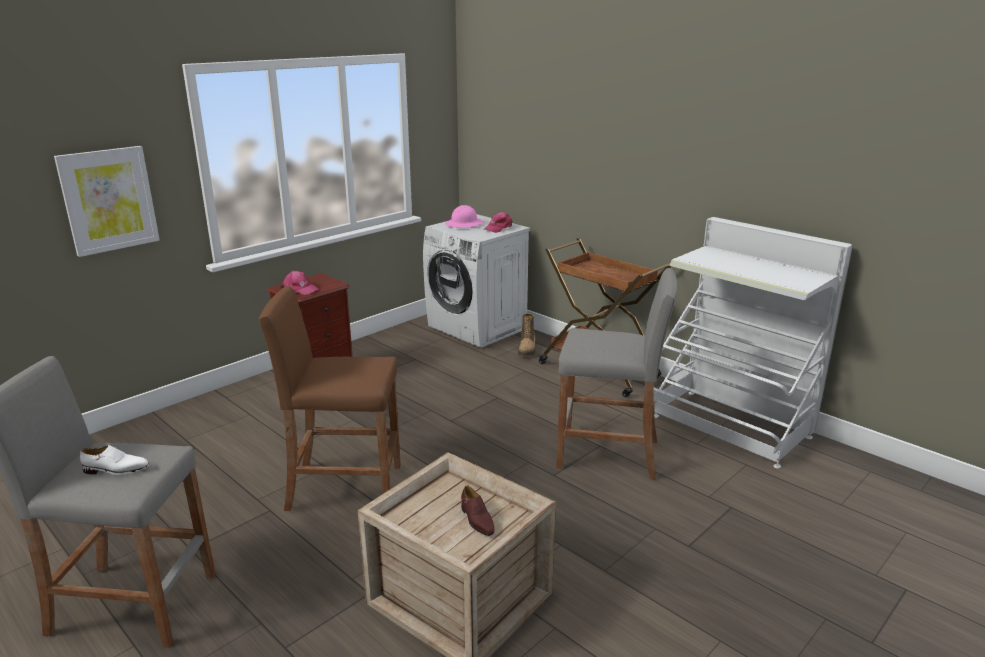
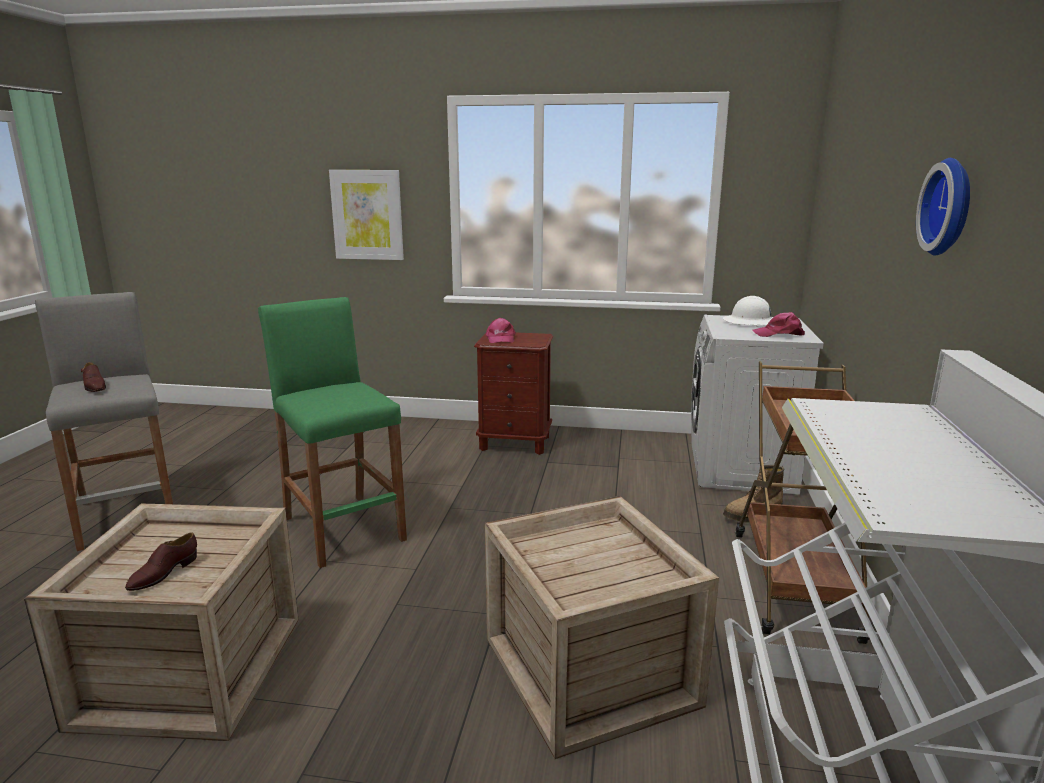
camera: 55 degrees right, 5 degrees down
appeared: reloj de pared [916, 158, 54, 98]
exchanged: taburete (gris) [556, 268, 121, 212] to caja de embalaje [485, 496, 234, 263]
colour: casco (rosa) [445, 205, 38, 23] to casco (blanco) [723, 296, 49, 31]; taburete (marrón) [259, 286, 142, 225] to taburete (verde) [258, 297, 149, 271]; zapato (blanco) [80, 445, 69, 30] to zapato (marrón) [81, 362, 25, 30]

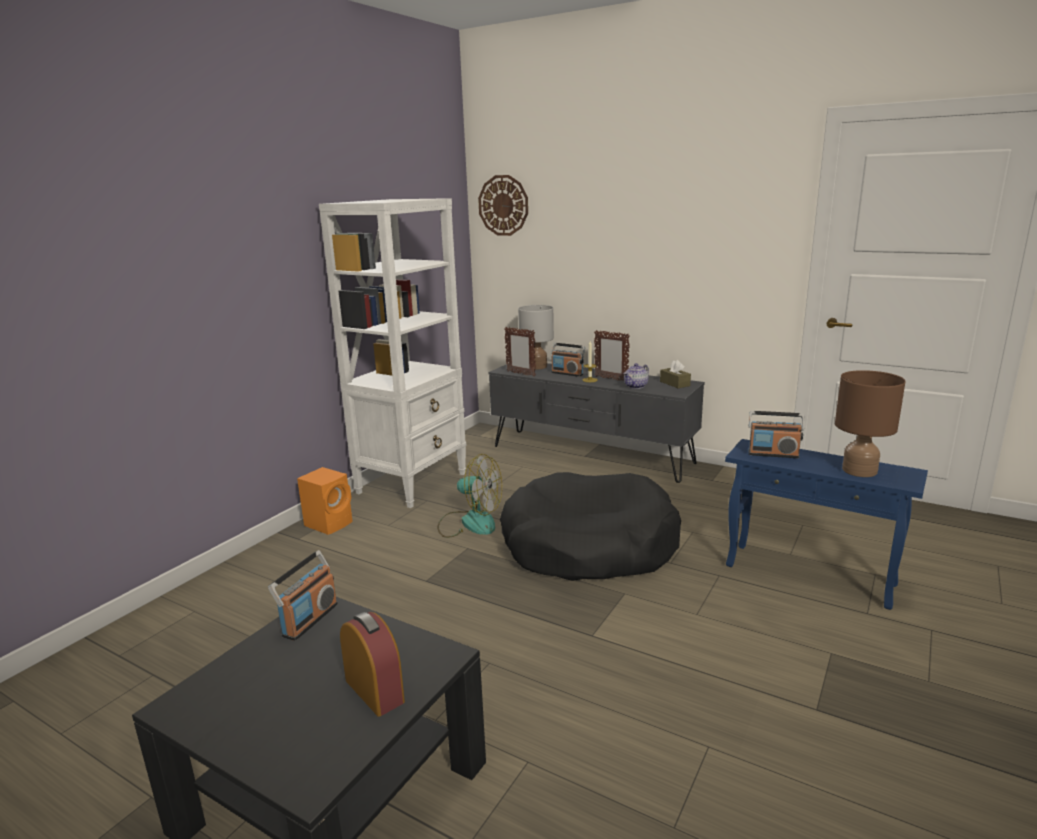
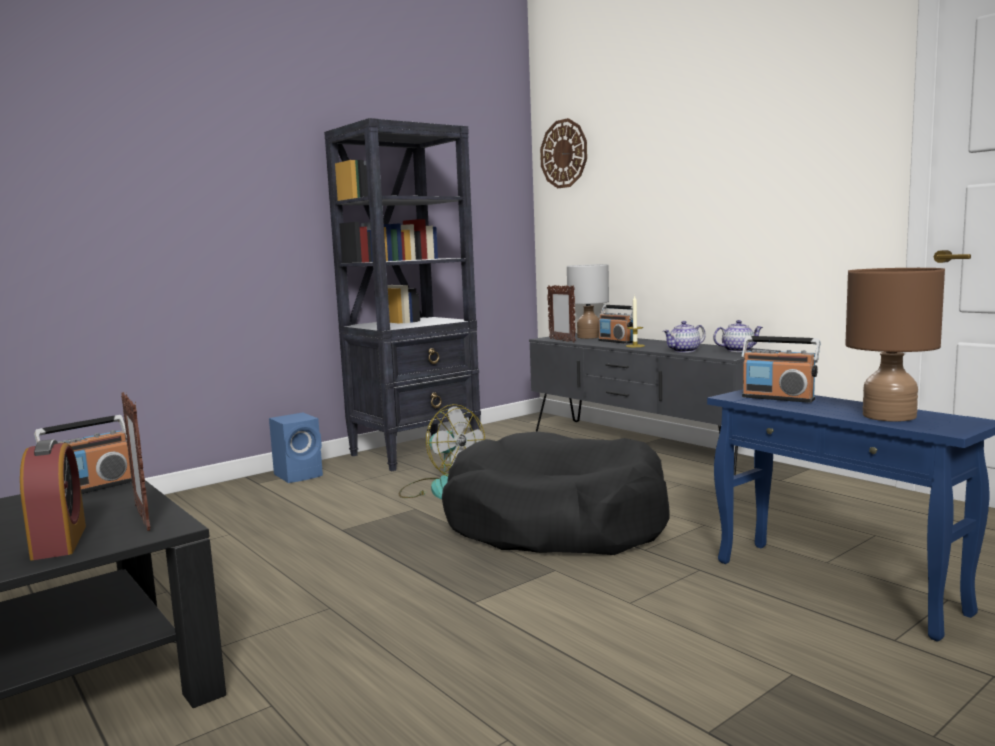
camera: 20 degrees right, 10 degrees down
relocated: portarretratos [594, 330, 36, 51] to [121, 392, 29, 139]
exchanged: caja de pañuelos (marrón) [660, 360, 31, 28] to tetera [713, 320, 50, 32]
colour: estantería (blanco) [319, 198, 147, 310] to estantería (negro) [324, 118, 157, 353]; altavoz (naranja) [297, 467, 56, 68] to altavoz (azul) [269, 413, 54, 70]

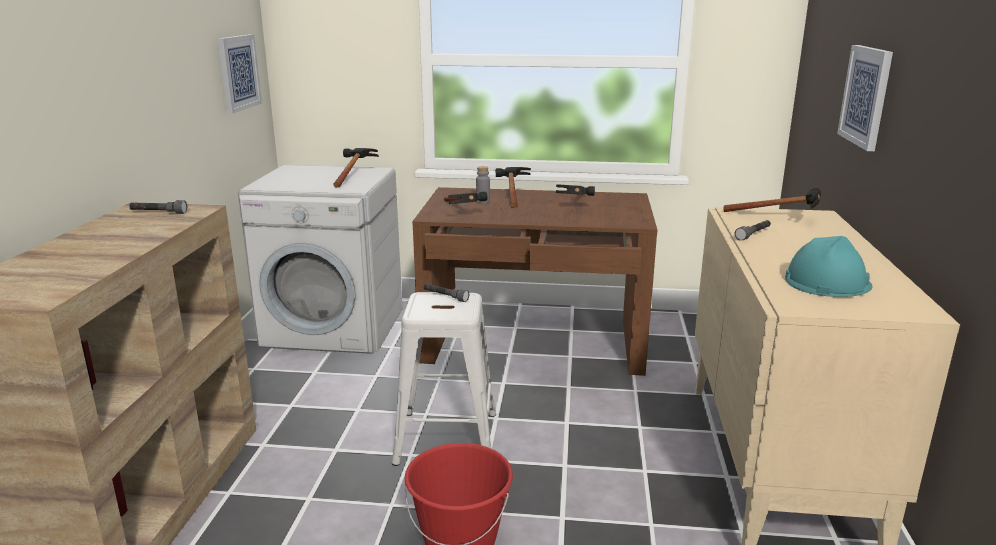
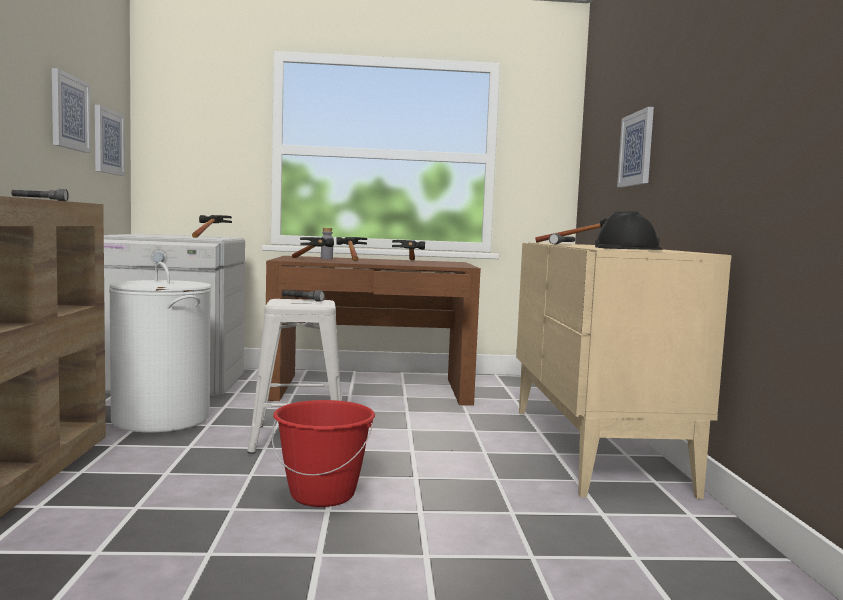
camera: 10 degrees left, 15 degrees down
appeared: cuadro [52, 68, 39, 85]; cesto de la ropa (blanco) [109, 262, 103, 170]
colour: casco (turquesa) [785, 236, 88, 61] to casco (negro) [595, 211, 67, 39]

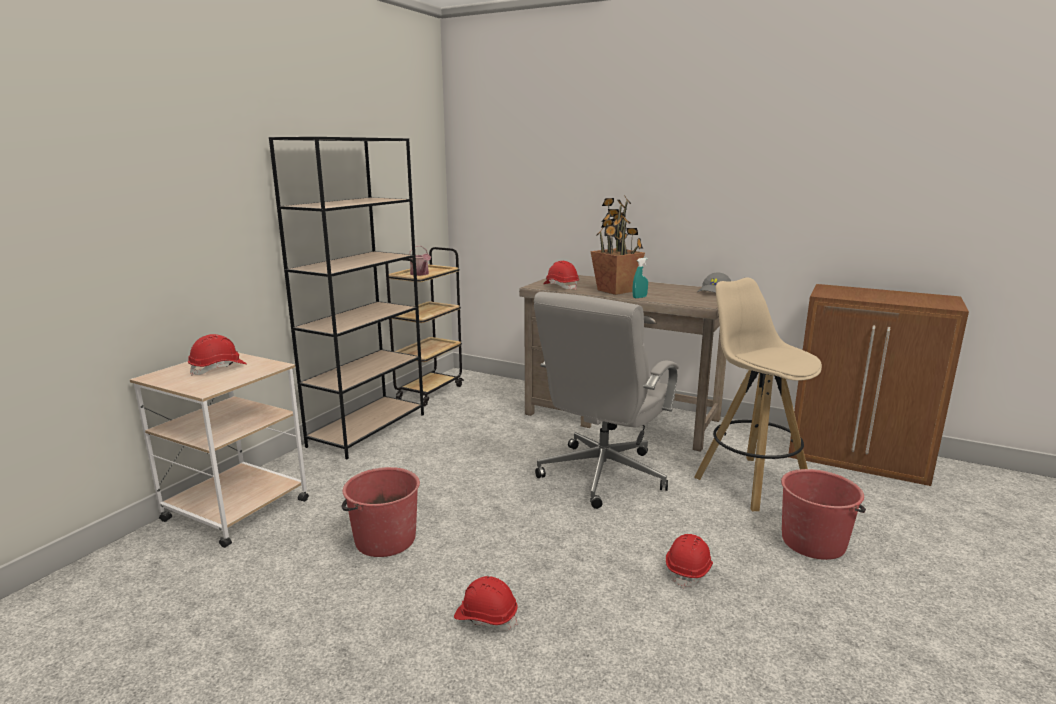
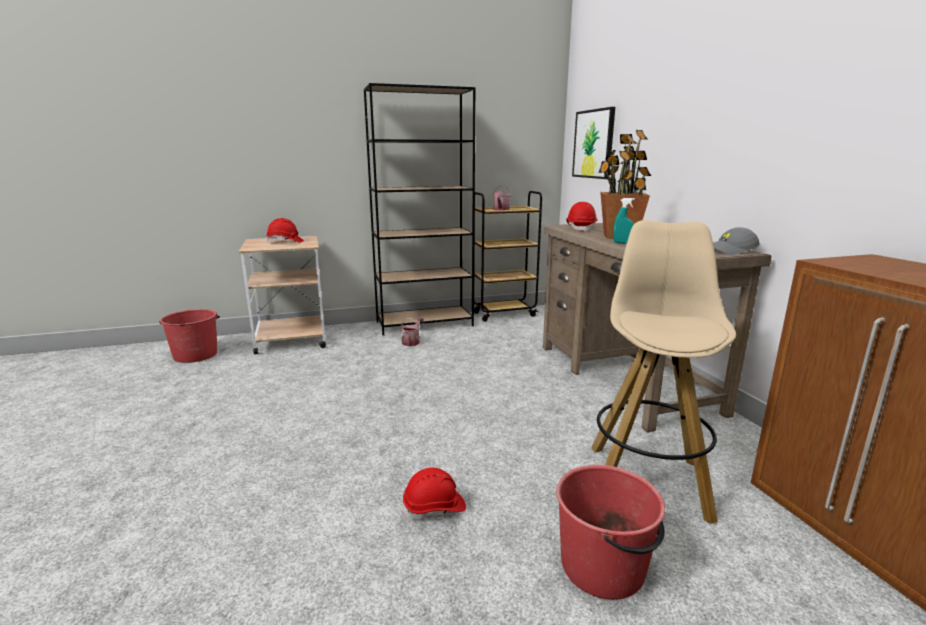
camera: 45 degrees right, 0 degrees up
missing: silla de oficina (gris) [534, 292, 145, 217]; casco (rojo) [454, 576, 64, 55]
appeared: cuadro [572, 107, 43, 72]; regadera [401, 317, 23, 29]
relocated: cubo (rojo) [342, 467, 78, 90] to [159, 309, 61, 54]

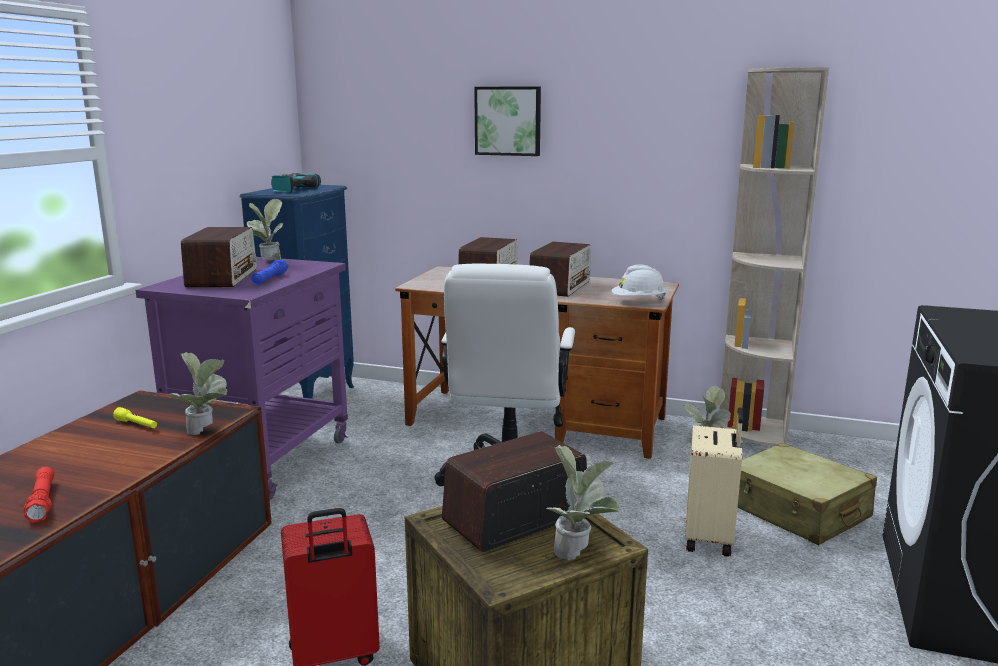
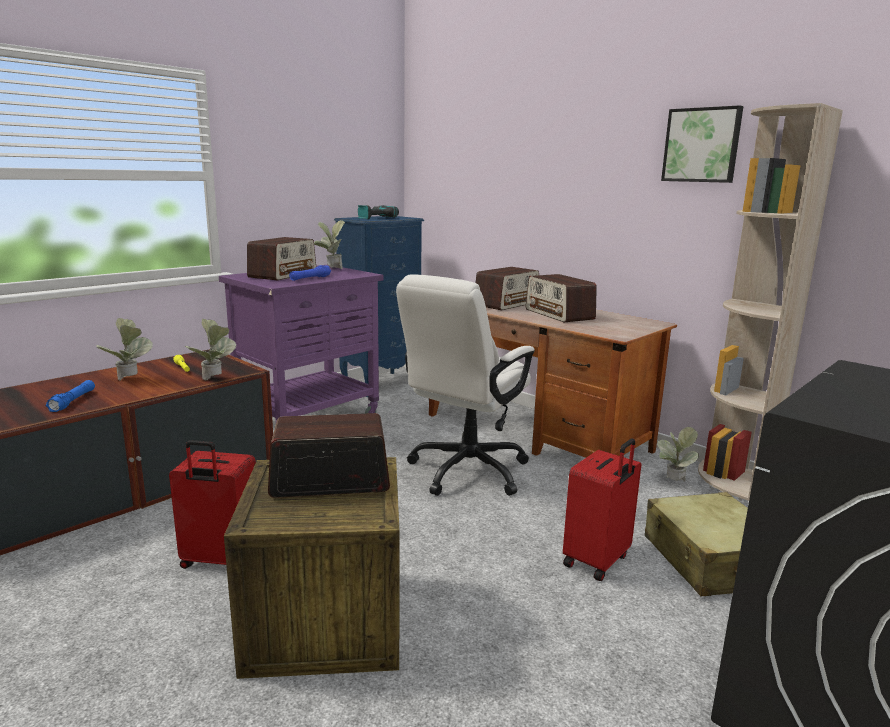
camera: 25 degrees right, 0 degrees up
missing: casco (blanco) [612, 264, 54, 36]
relocated: cuadro [474, 86, 67, 70] to [661, 105, 82, 78]; planta en maceta [546, 445, 74, 115] to [96, 318, 57, 62]
colour: maleta (beis) [685, 407, 58, 150] to maleta (rojo) [563, 438, 78, 143]; linterna (rojo) [23, 467, 31, 56] to linterna (azul) [46, 380, 49, 32]
spun: radio [529, 242, 62, 55] = [525, 274, 72, 48] 105 degrees clockwise

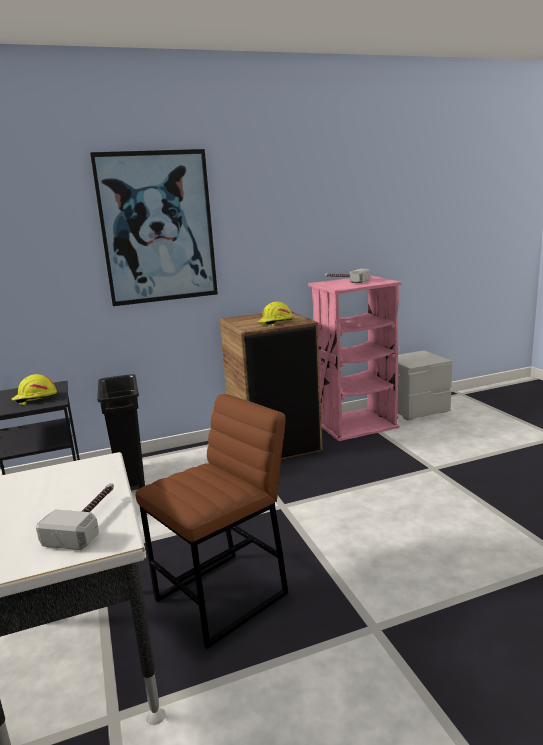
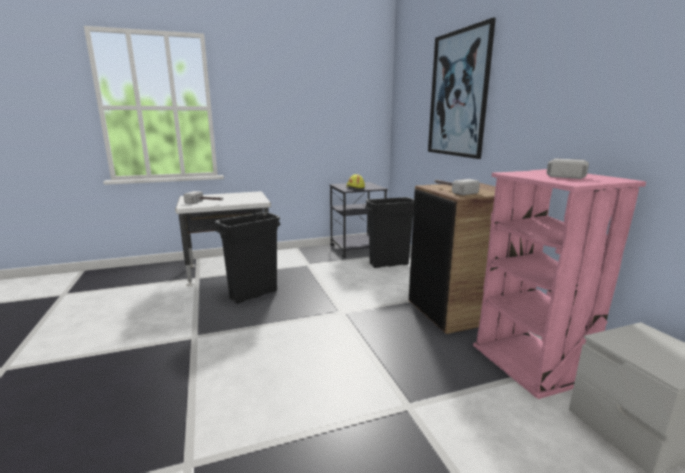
camera: 90 degrees right, 0 degrees up
exchanged: casco (amarillo) [257, 301, 36, 25] to martillo [434, 179, 46, 16]; silla (marrón) [136, 394, 152, 255] to papelera (negro) [215, 212, 65, 92]

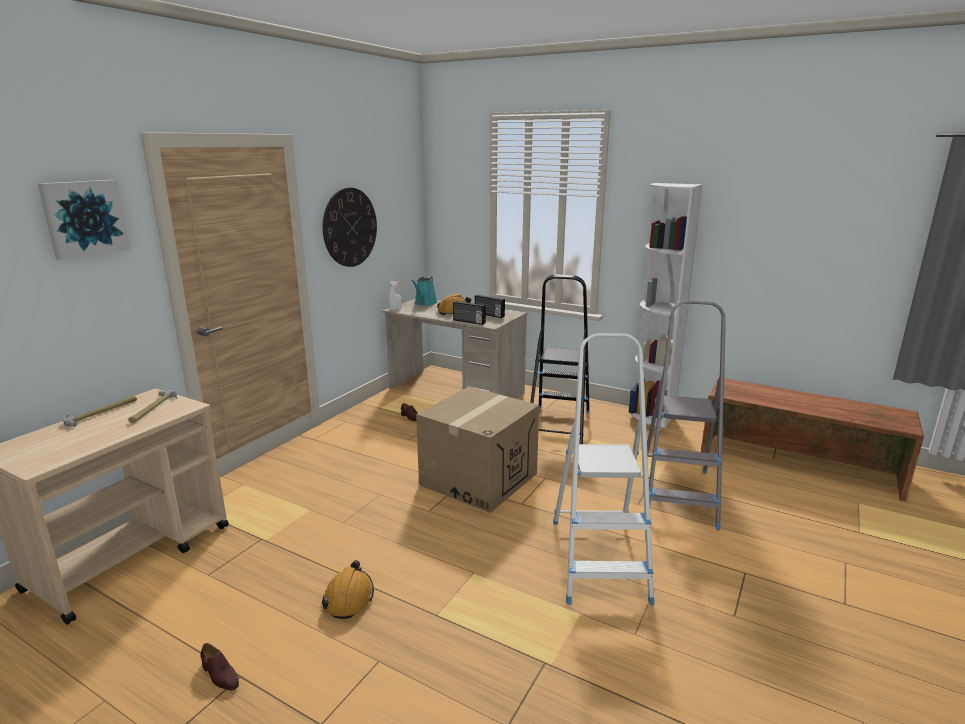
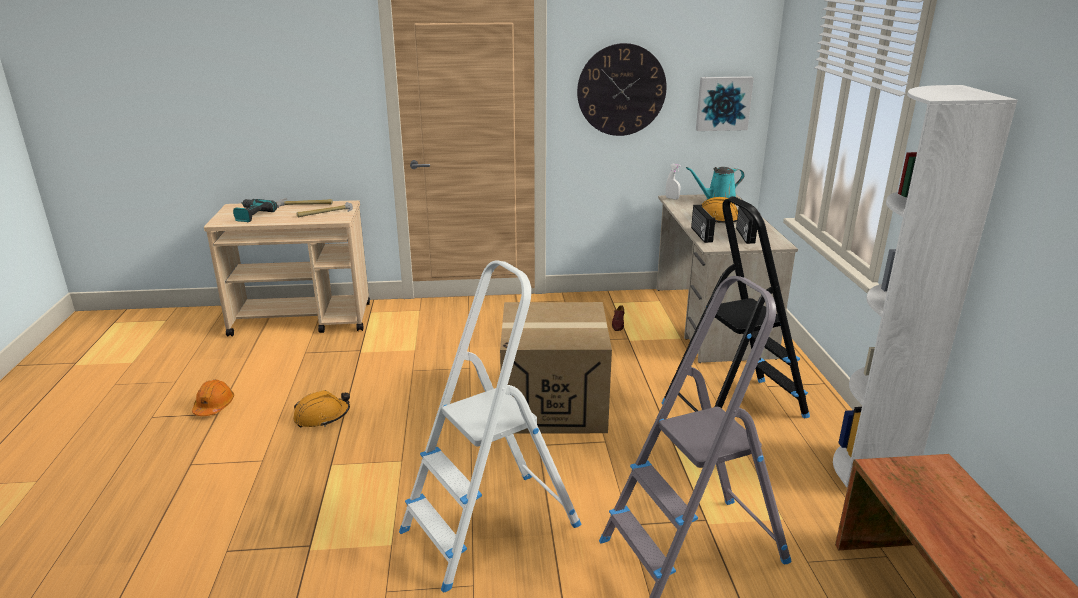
camera: 55 degrees right, 5 degrees up
appeared: taladro [233, 199, 44, 24]
relocated: cuadro [38, 180, 93, 80] to [696, 76, 58, 55]
exchanged: zapato (marrón) [200, 643, 39, 47] to casco (naranja) [192, 380, 42, 36]

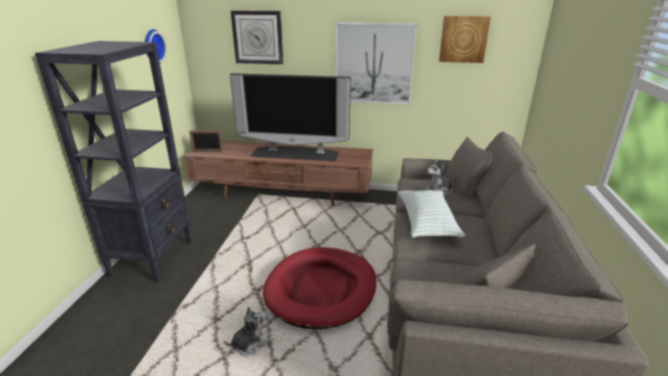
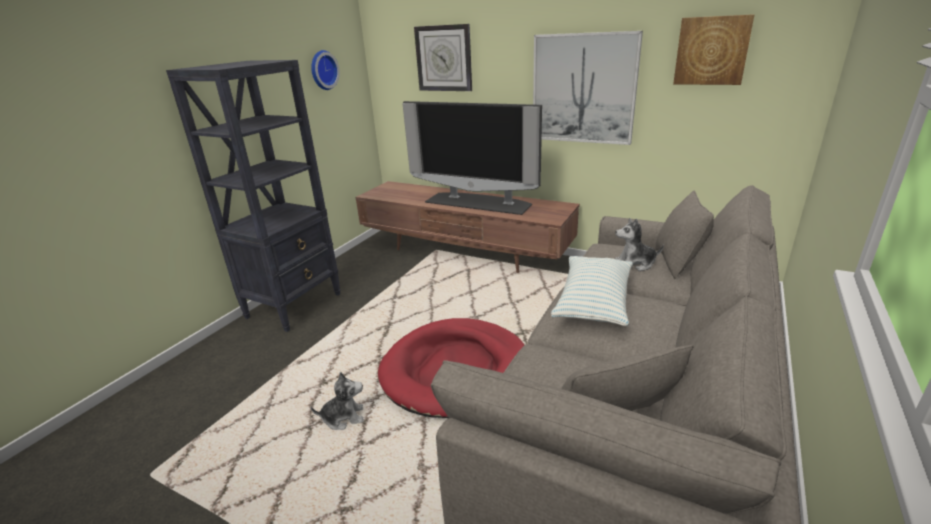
camera: 20 degrees right, 0 degrees up
missing: portarretratos [189, 131, 34, 21]

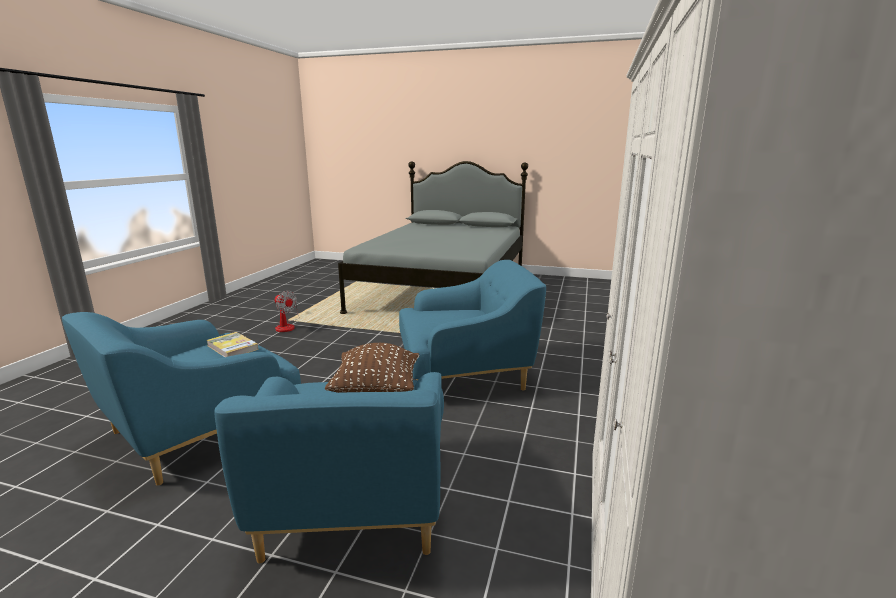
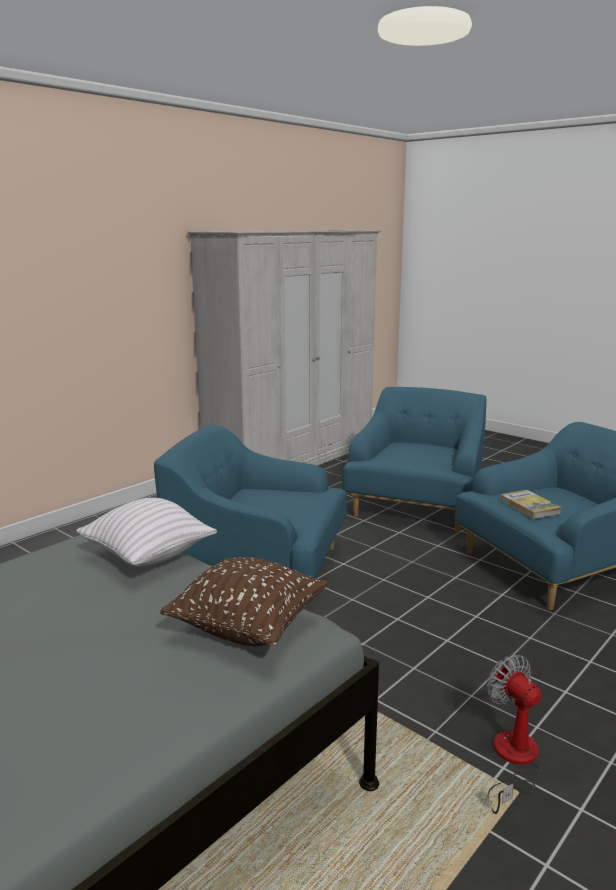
camera: 155 degrees left, 0 degrees up
appeared: cojín (blanco) [76, 498, 141, 68]
relocated: cojín (marrón) [325, 343, 95, 50] to [160, 557, 168, 89]

